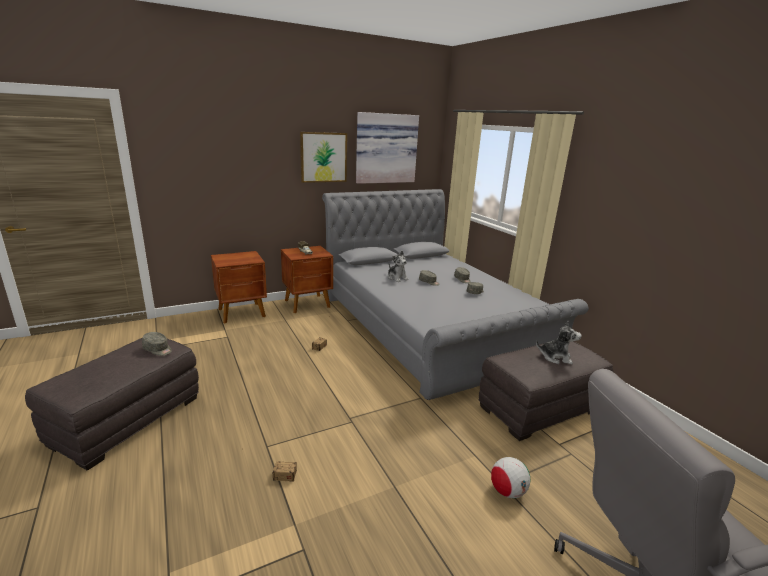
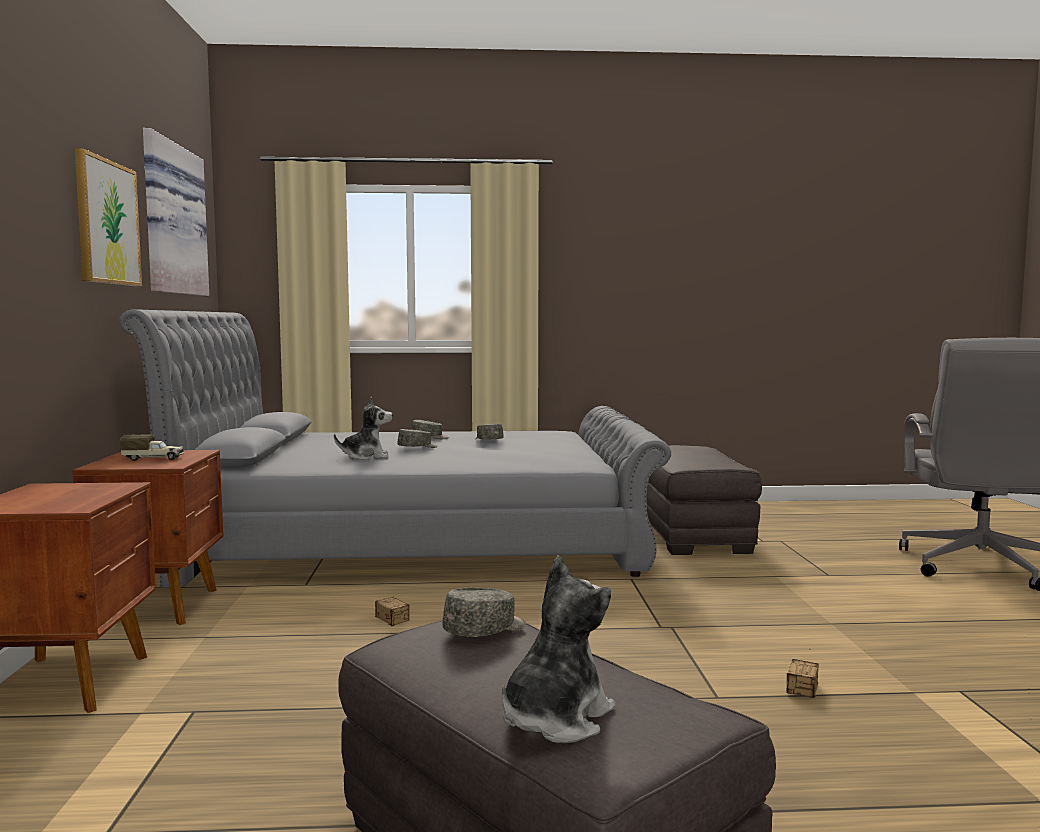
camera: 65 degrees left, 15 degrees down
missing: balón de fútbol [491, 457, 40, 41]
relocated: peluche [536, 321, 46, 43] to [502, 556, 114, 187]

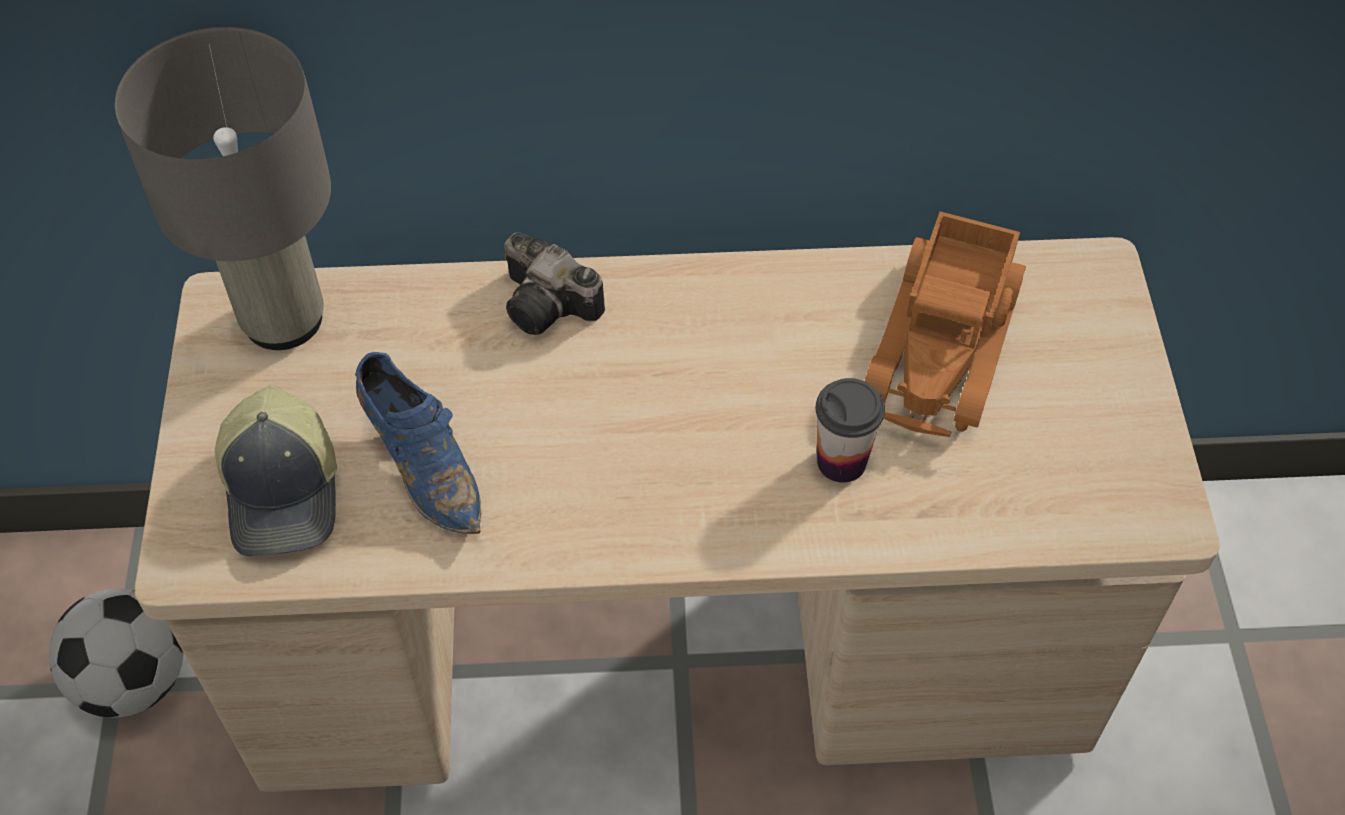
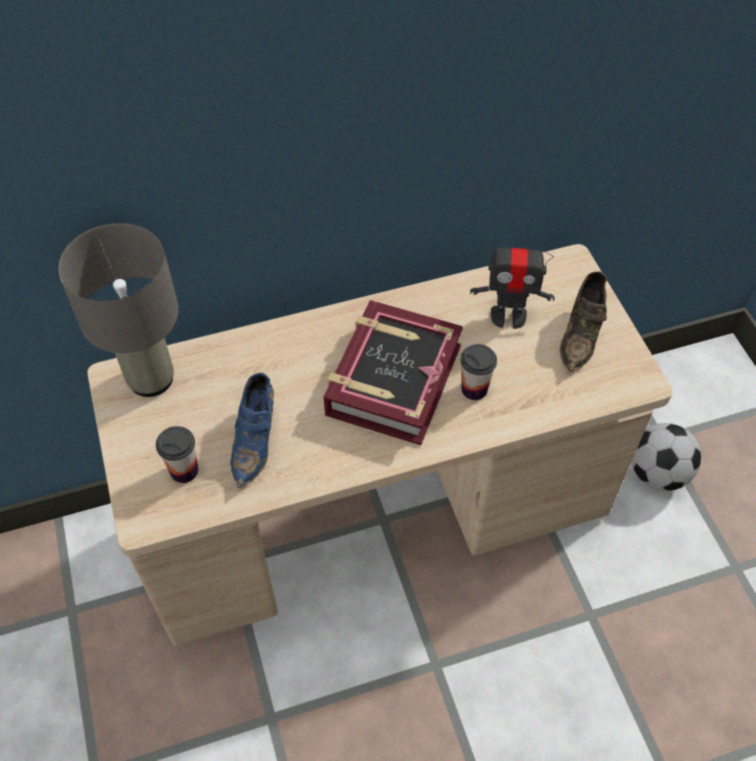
camera: 15 degrees left, 0 degrees up
missing: cámara [503, 232, 102, 103]
appeared: zapato (marrón) [560, 271, 47, 100]; libro [324, 300, 139, 145]
relocated: balón de fútbol [49, 589, 135, 129] to [631, 423, 70, 68]
exchanged: camión de juguete [864, 211, 162, 226] to robot de juguete [470, 237, 85, 92]; gorra [215, 386, 122, 170] to taza [156, 426, 42, 57]
spun: zapato (azul) [355, 352, 126, 182] = [230, 373, 44, 115] 60 degrees clockwise

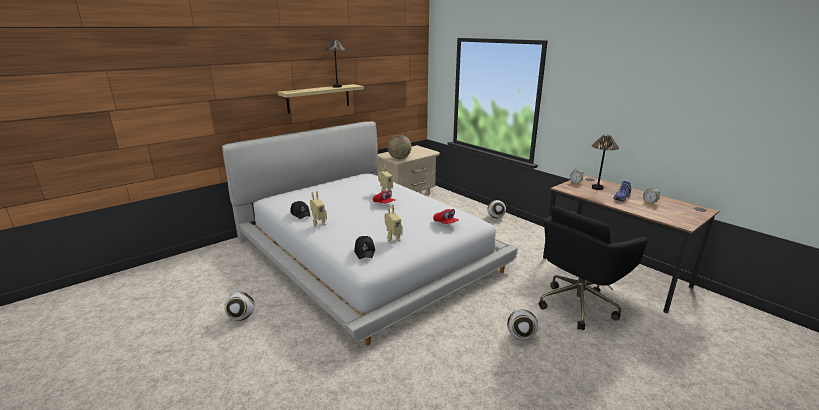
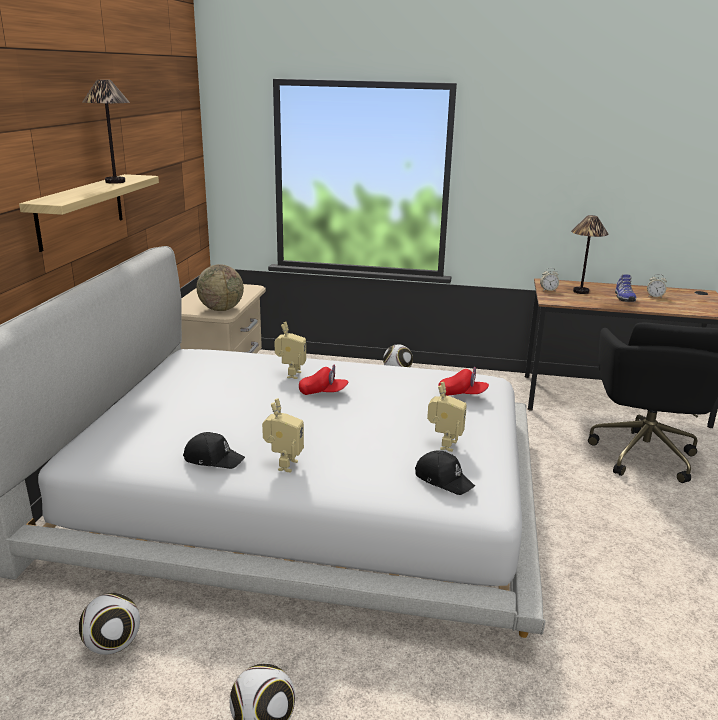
camera: 40 degrees left, 0 degrees up
relocated: balón de fútbol [507, 309, 31, 31] to [79, 593, 61, 62]

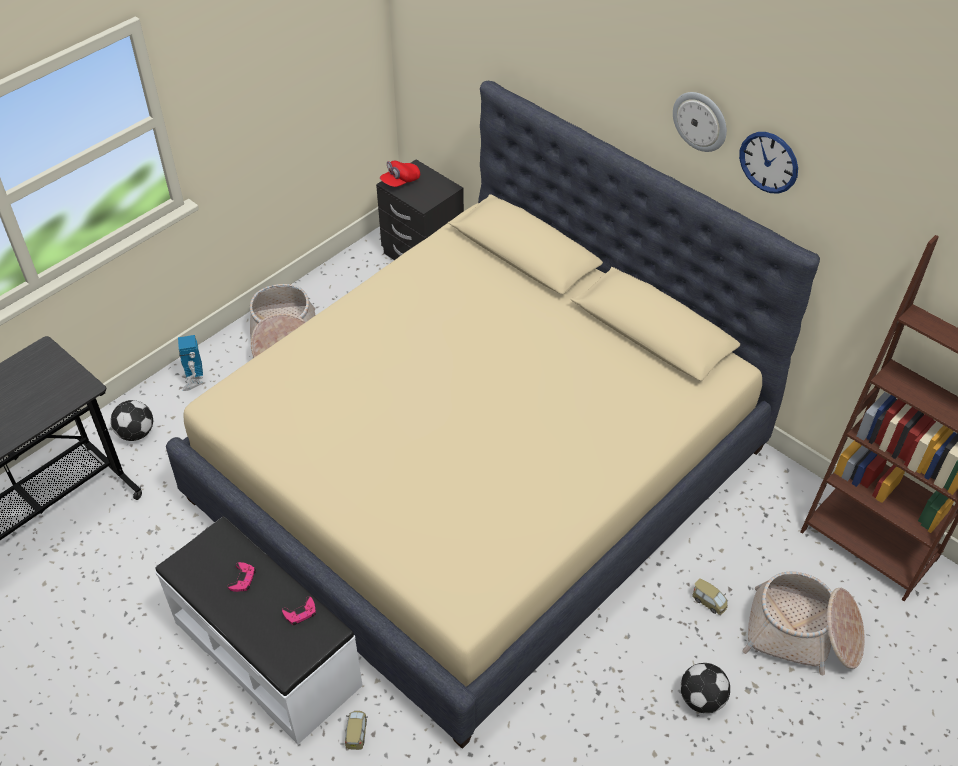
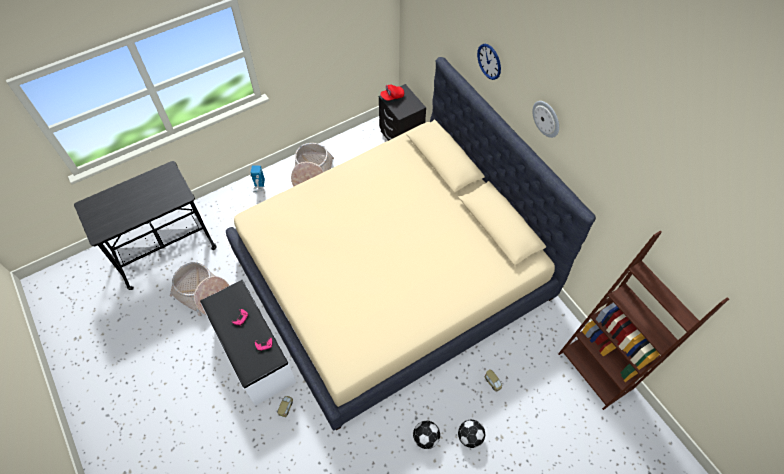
camera: 15 degrees right, 10 degrees up
relocated: reloj de pared [739, 132, 59, 62] to [477, 44, 24, 36]; balón de fútbol [111, 400, 42, 41] to [413, 421, 27, 28]; cesta [743, 571, 122, 104] to [170, 262, 60, 54]

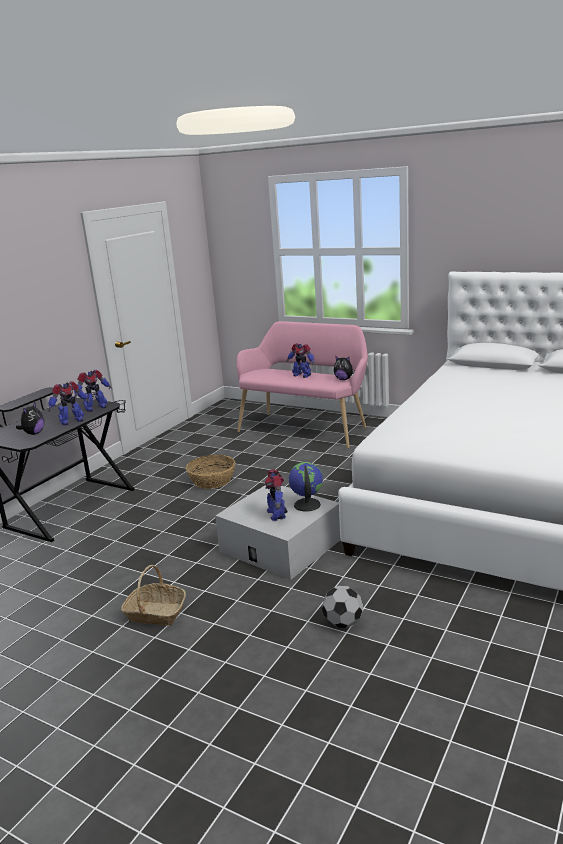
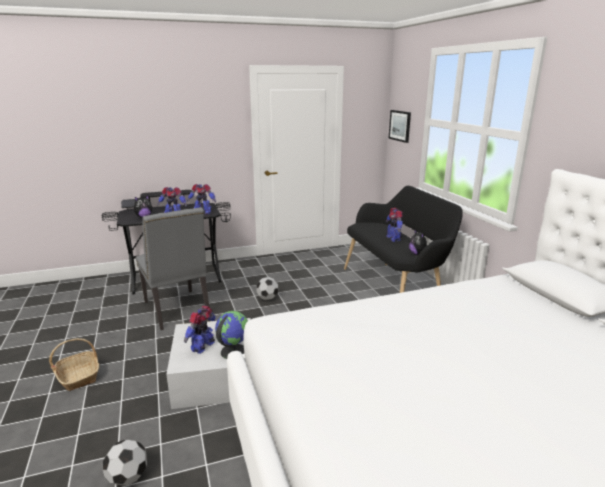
camera: 40 degrees right, 0 degrees up
appeared: cuadro [389, 110, 22, 33]; silla (gris) [135, 207, 74, 123]
exchanged: cesta [186, 455, 49, 34] to balón de fútbol [256, 277, 22, 23]
colour: banco (rosa) [237, 321, 131, 127] to banco (negro) [344, 186, 119, 107]

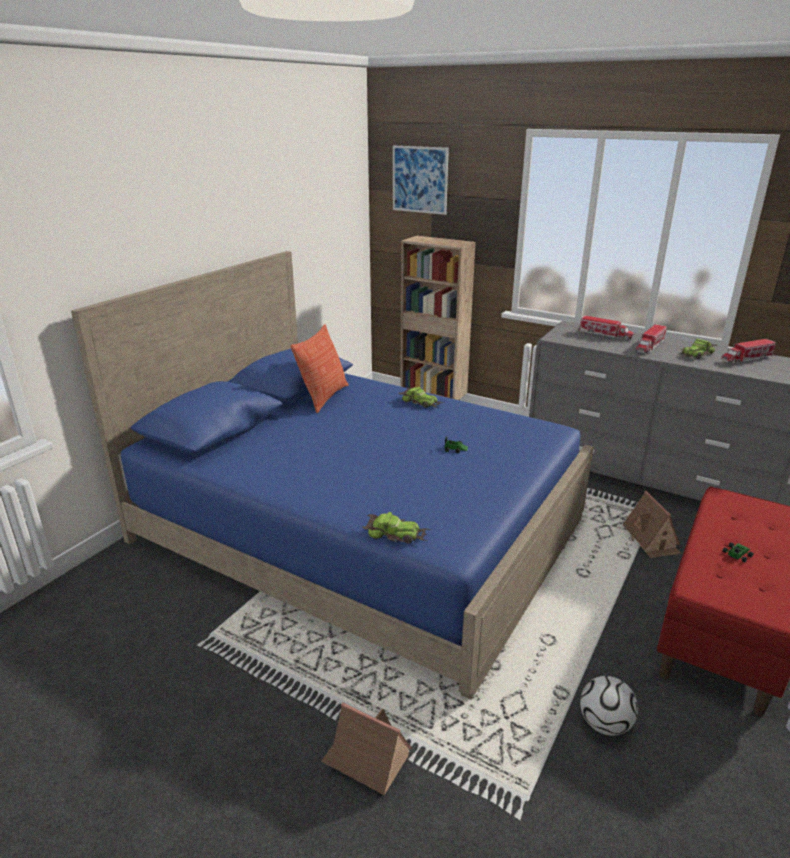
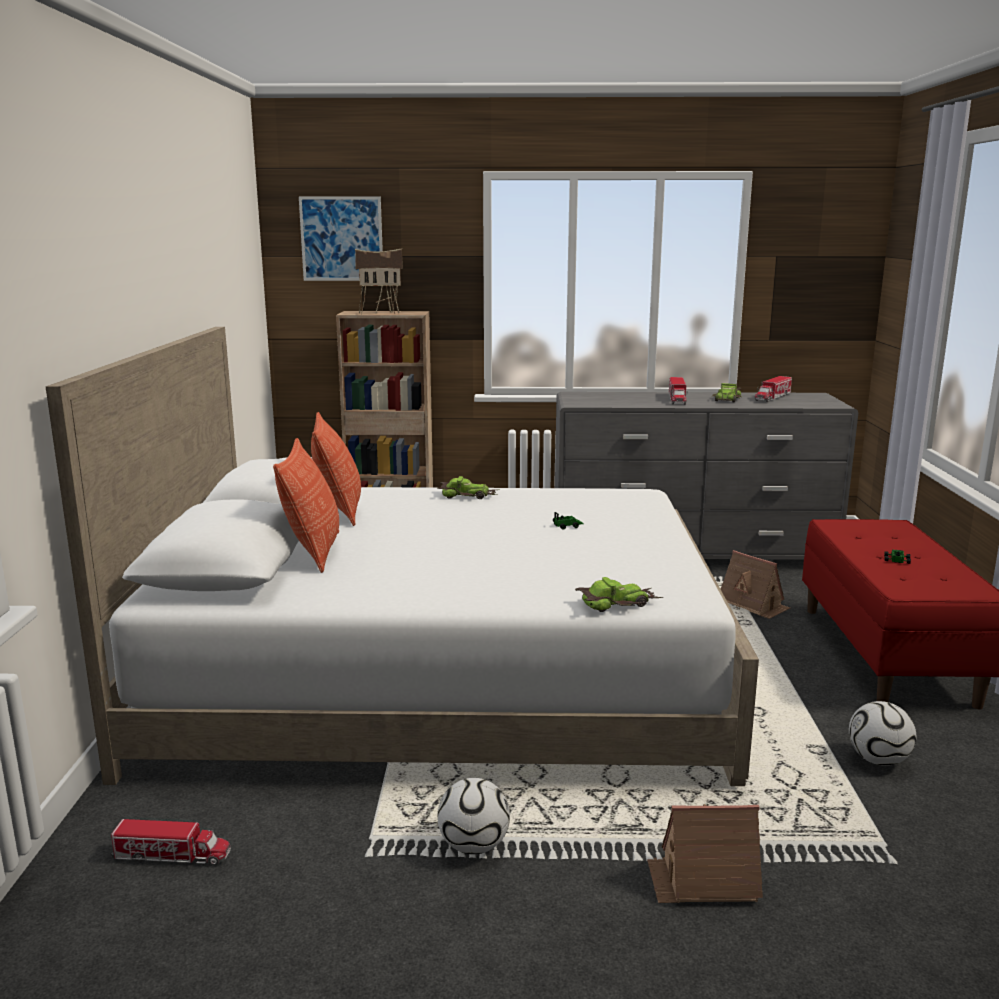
camera: 30 degrees left, 10 degrees down
appeared: casita [355, 249, 48, 66]; cojín (naranja) [273, 438, 66, 135]; balón de fútbol [437, 778, 73, 76]
relocated: camión de juguete [578, 316, 56, 25] to [111, 819, 120, 47]
colour: cama (azul) [71, 251, 523, 449] to cama (blanco) [46, 327, 713, 459]

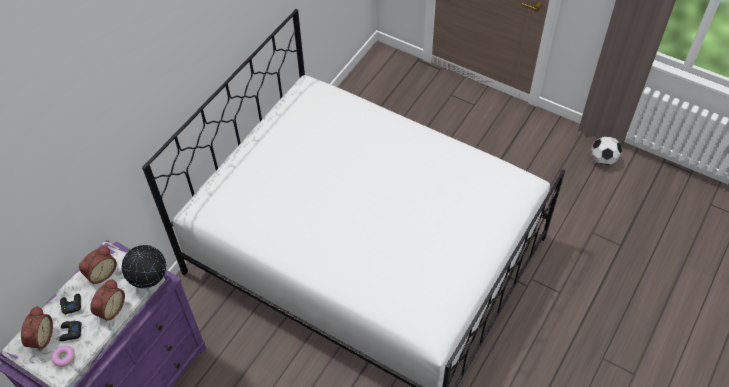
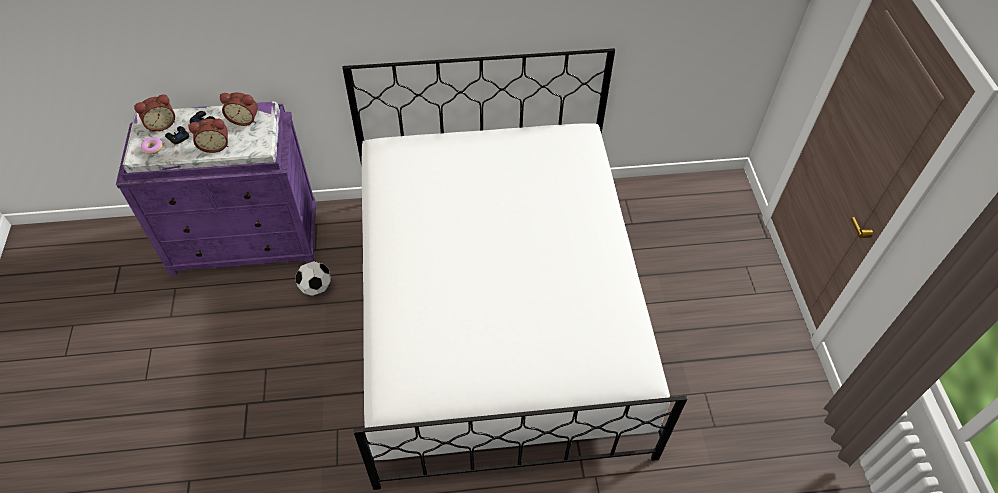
camera: 50 degrees right, 0 degrees up
missing: globo terráqueo [122, 245, 44, 43]
relocated: balón de fútbol [591, 136, 31, 29] to [295, 261, 36, 35]

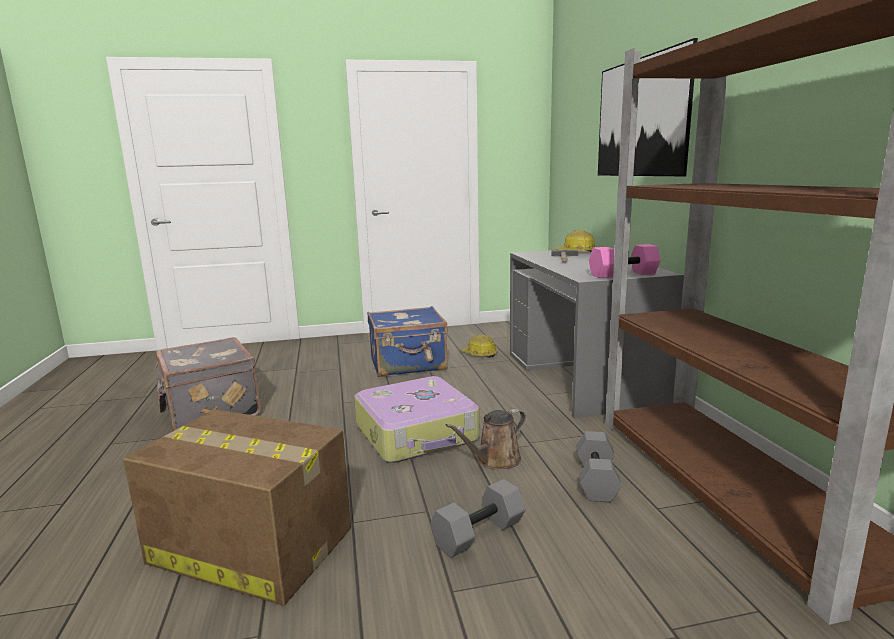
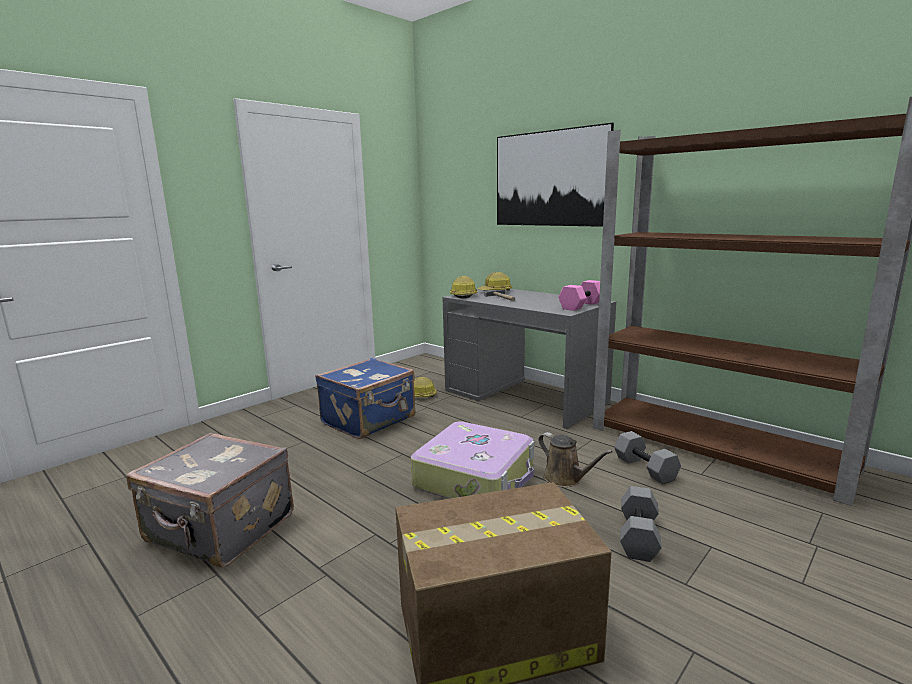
camera: 35 degrees left, 0 degrees up
appeared: casco [450, 276, 28, 22]
spun: regadera (marrón) [446, 409, 80, 61] = [539, 432, 74, 55] 60 degrees counterclockwise

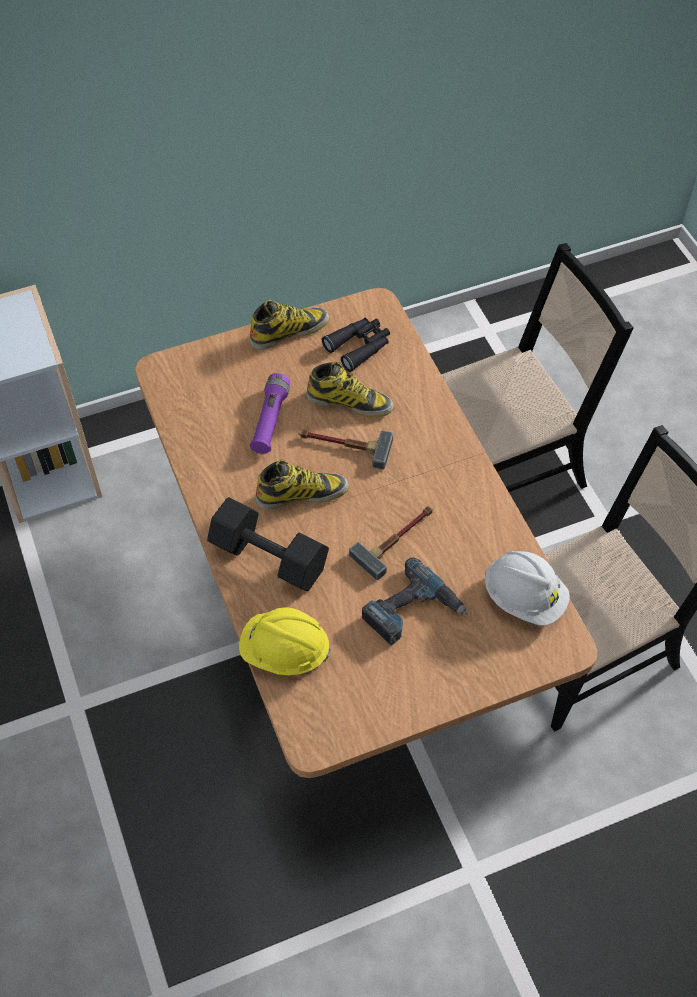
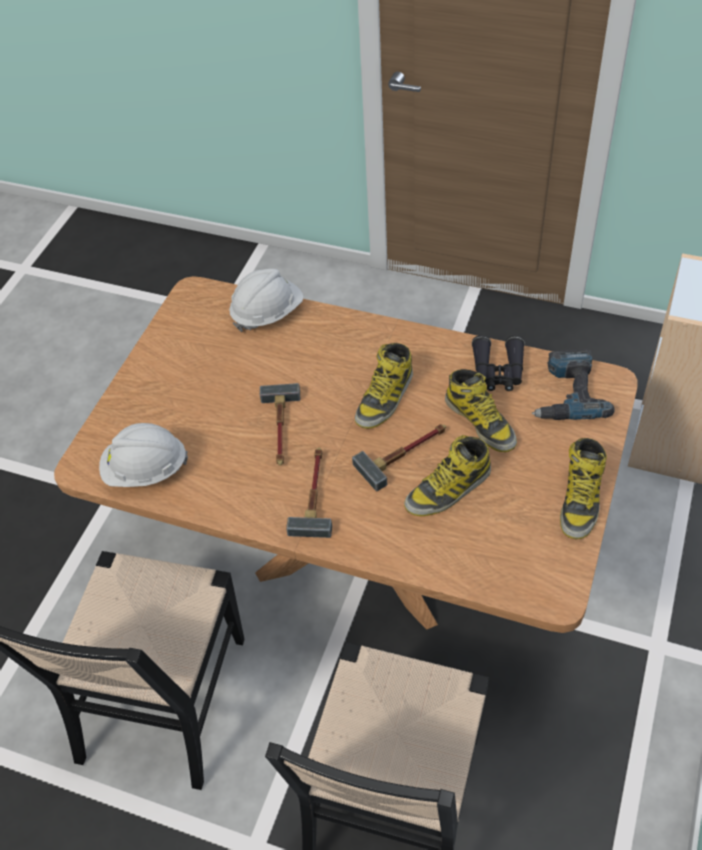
camera: 135 degrees right, 5 degrees down
missing: mancuerna (negro) [207, 497, 122, 94]
appeared: martillo [286, 448, 46, 90]
relocated: prismáticos (negro) [322, 318, 68, 54] to [472, 335, 53, 56]; taladro [362, 557, 105, 88] to [532, 349, 83, 71]
exchanged: linterna (morado) [250, 373, 40, 81] to bota [445, 369, 72, 83]
colour: casco (amarillo) [239, 607, 92, 68] to casco (blanco) [229, 269, 75, 63]

